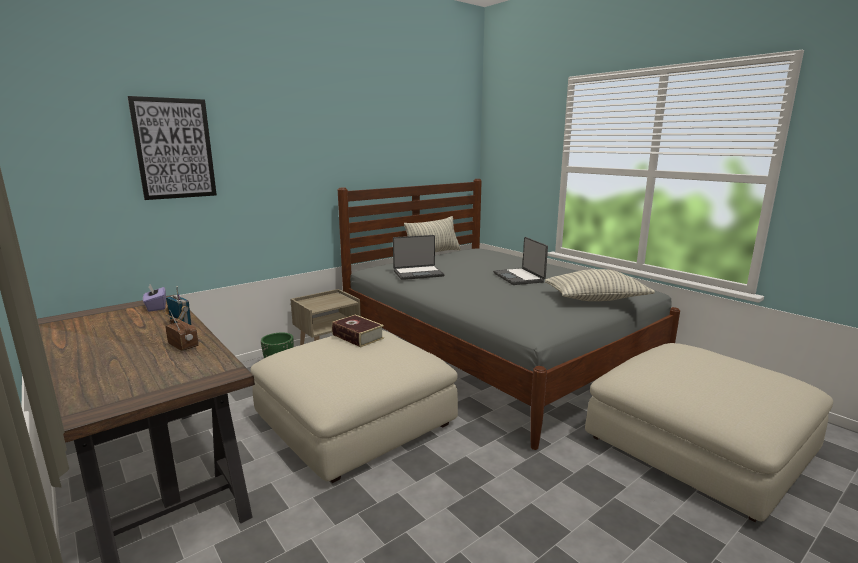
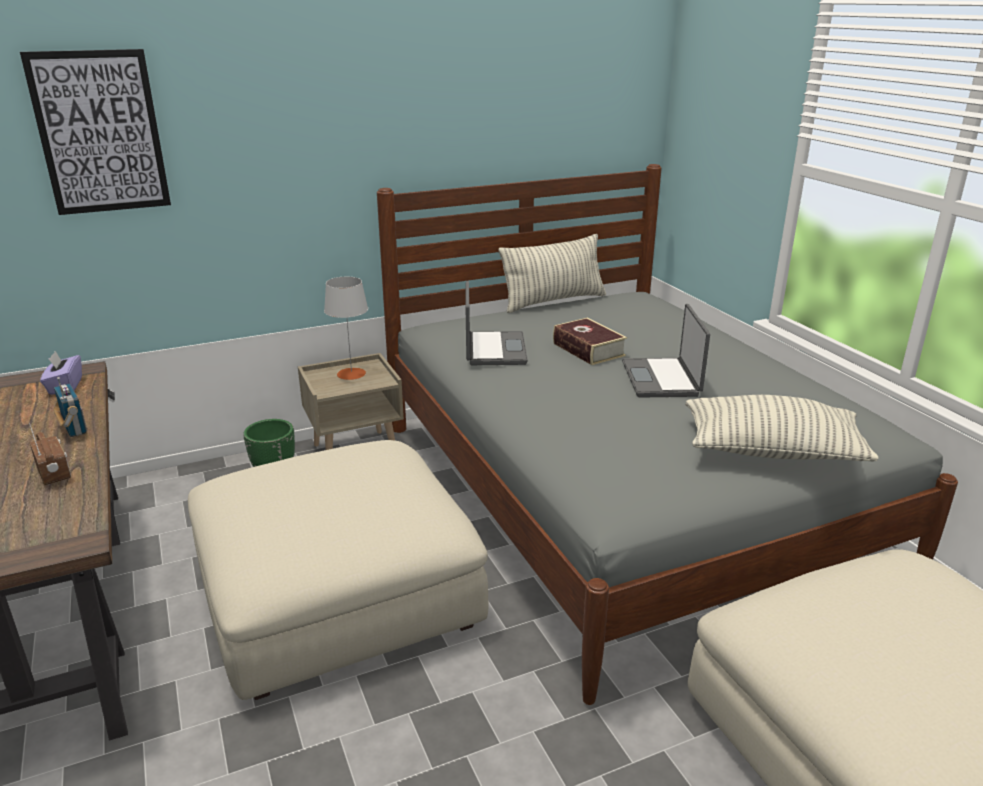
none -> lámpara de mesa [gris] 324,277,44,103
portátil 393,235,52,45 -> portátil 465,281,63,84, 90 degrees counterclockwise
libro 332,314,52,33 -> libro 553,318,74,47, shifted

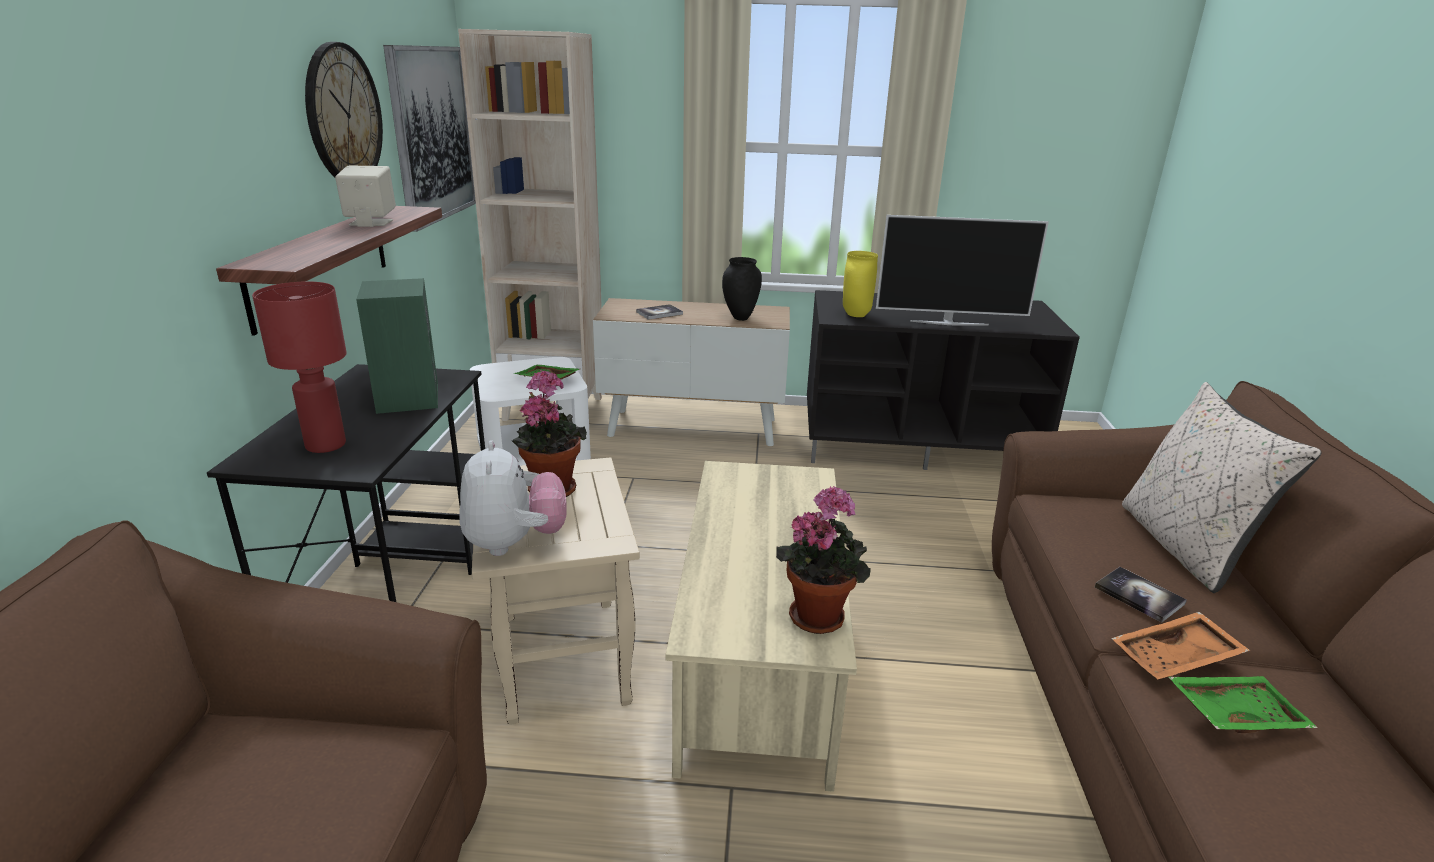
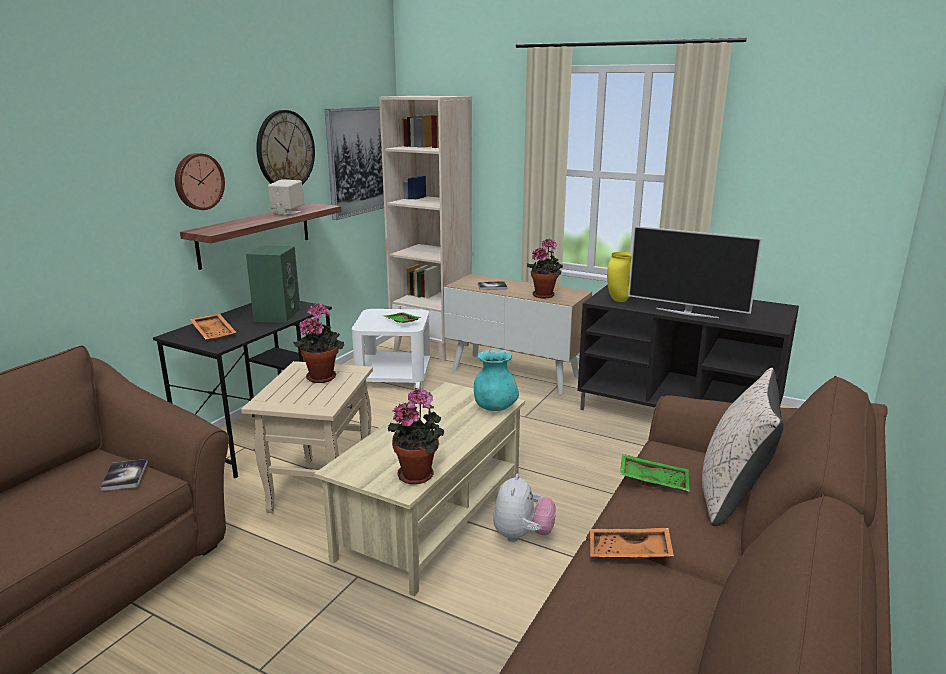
libro 1095,567,92,56 -> libro 100,459,48,32, shifted
none -> reloj de pared 175,153,50,57
lámpara de mesa [rojo] 252,281,95,172 -> bandeja [naranja] 190,313,46,28
none -> florero [turquesa] 474,349,45,62
peluche 459,440,108,116 -> peluche 493,474,63,68, shifted
florero [negro] 722,257,40,64 -> planta en maceta 527,238,36,60
bandeja [verde] 1169,676,149,57 -> bandeja [verde] 620,454,70,38, shifted

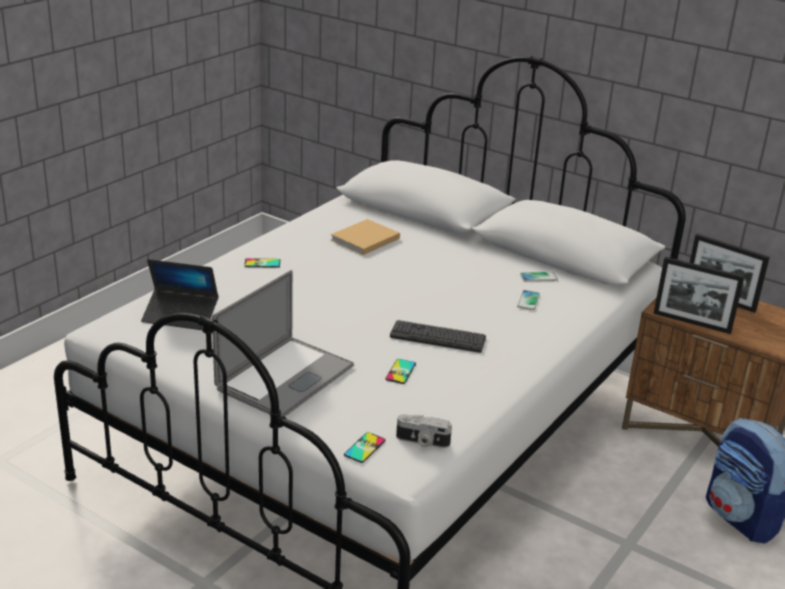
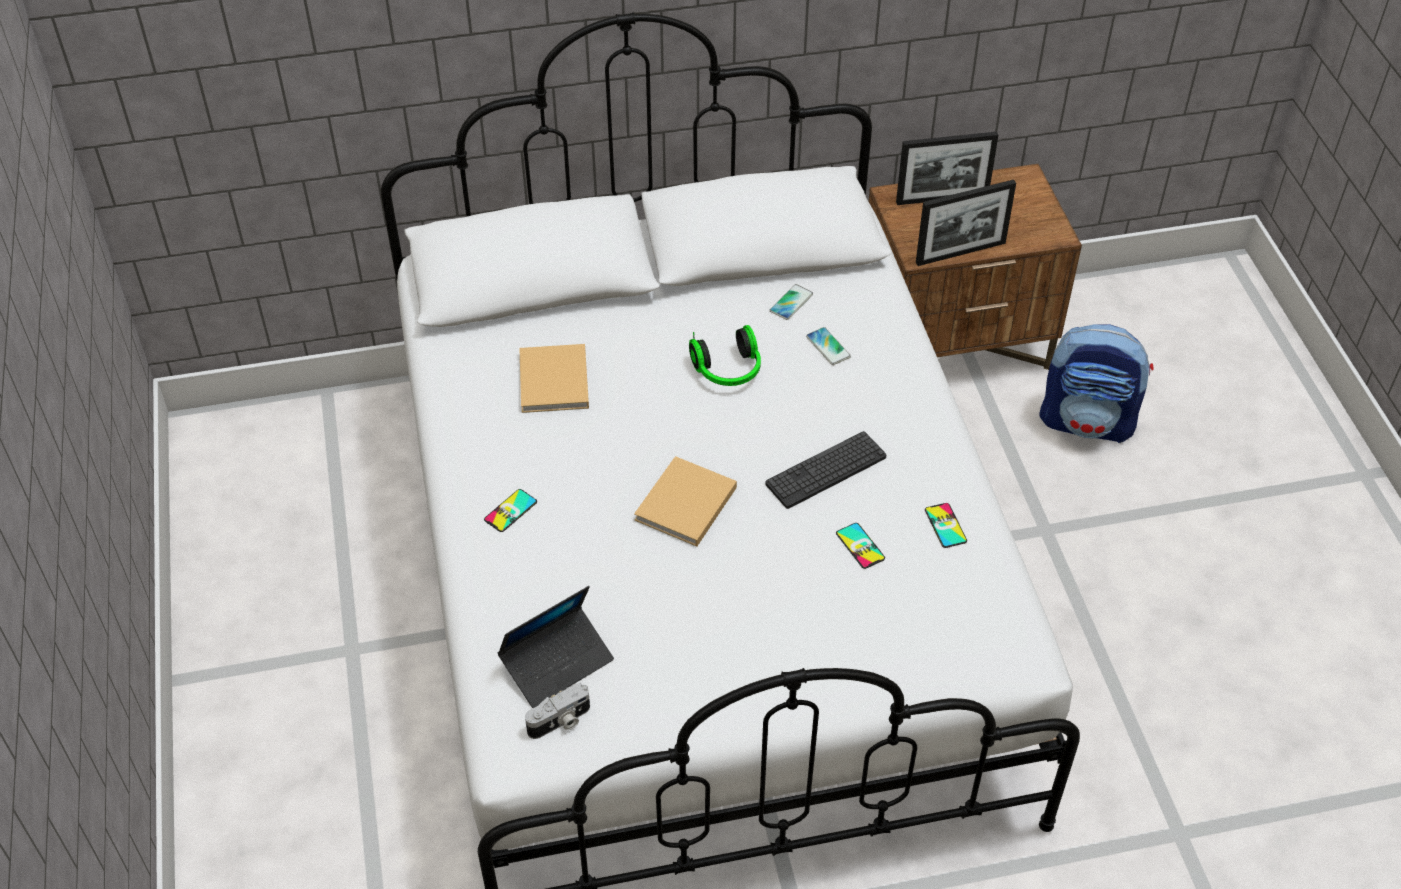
cámara 396,414,56,34 -> cámara 525,683,65,56, shifted
none -> libro [beis] 634,456,103,91
none -> auriculares 689,325,72,61
móvil 344,432,42,31 -> móvil 925,503,42,45, shifted
portátil 212,270,142,146 -> none

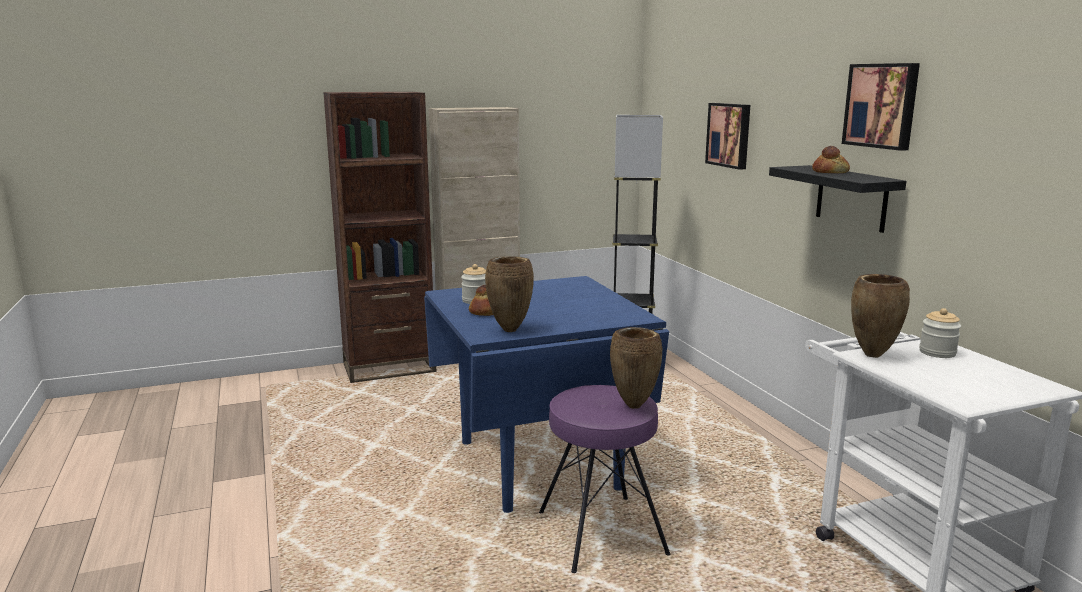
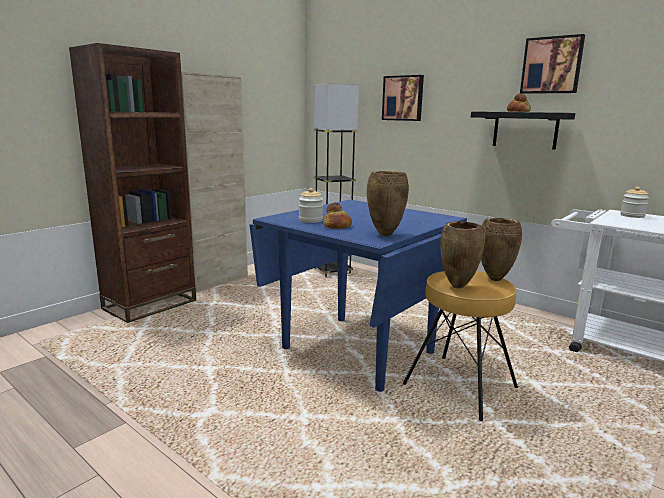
taburete [morado] 539,385,131,188 -> taburete [marrón] 403,271,115,150
florero [marrón] 851,274,59,84 -> florero [marrón] 440,221,45,67, shifted

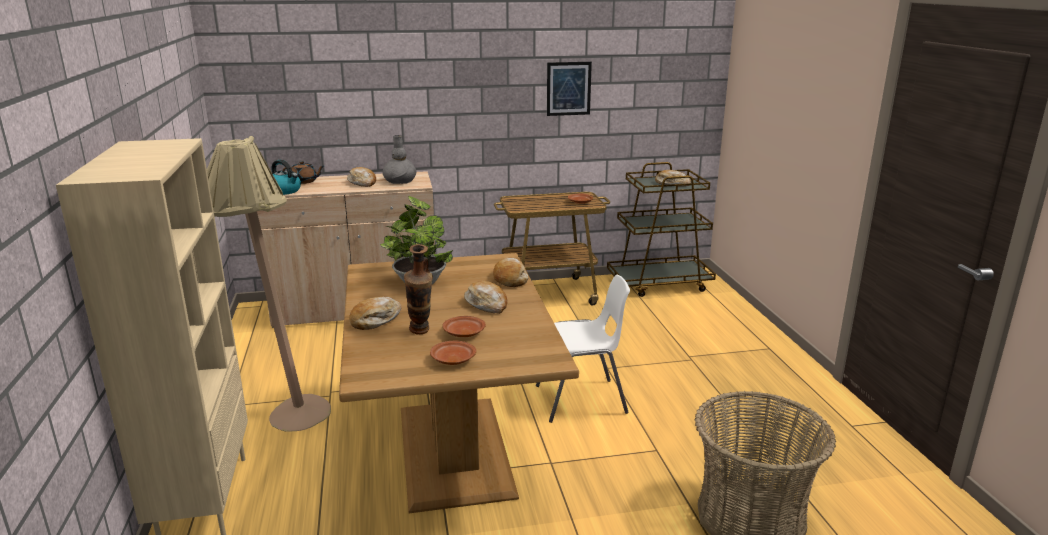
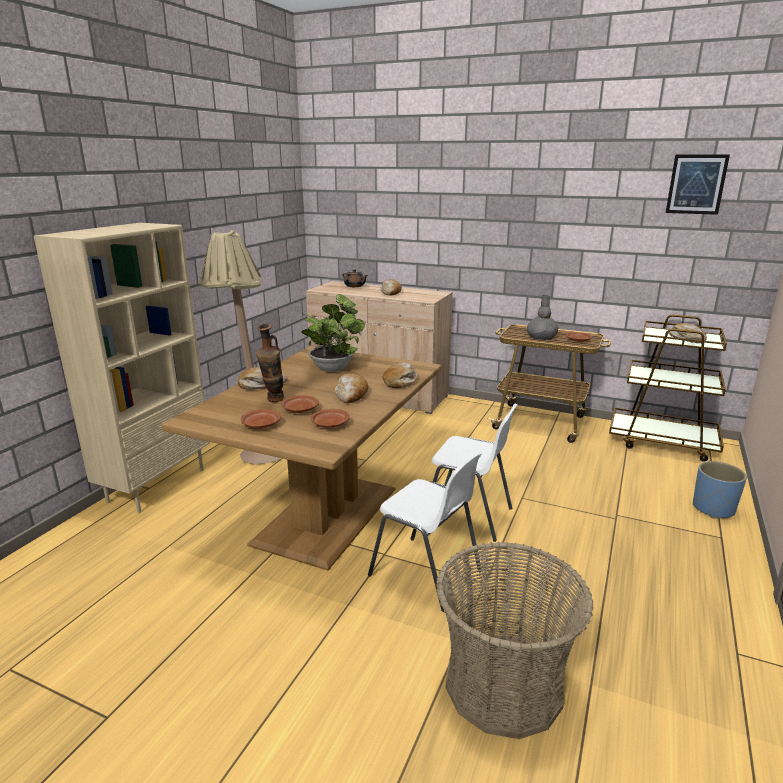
none -> plato [marrón] 311,409,39,19
none -> silla [blanco] 368,452,114,160
florero [gris] 383,135,33,49 -> florero [gris] 527,295,31,45, shifted
cuadro 547,62,45,54 -> cuadro 666,154,64,61, shifted
none -> maceta [azul] 693,461,54,57
hervidor 272,160,29,35 -> none

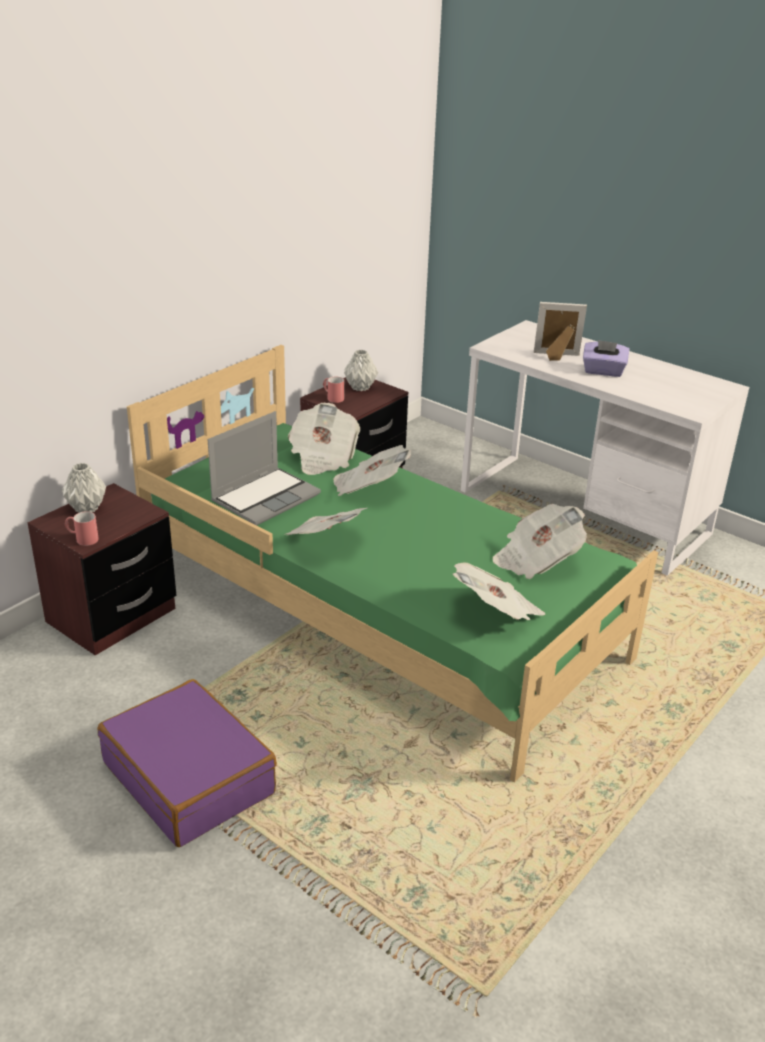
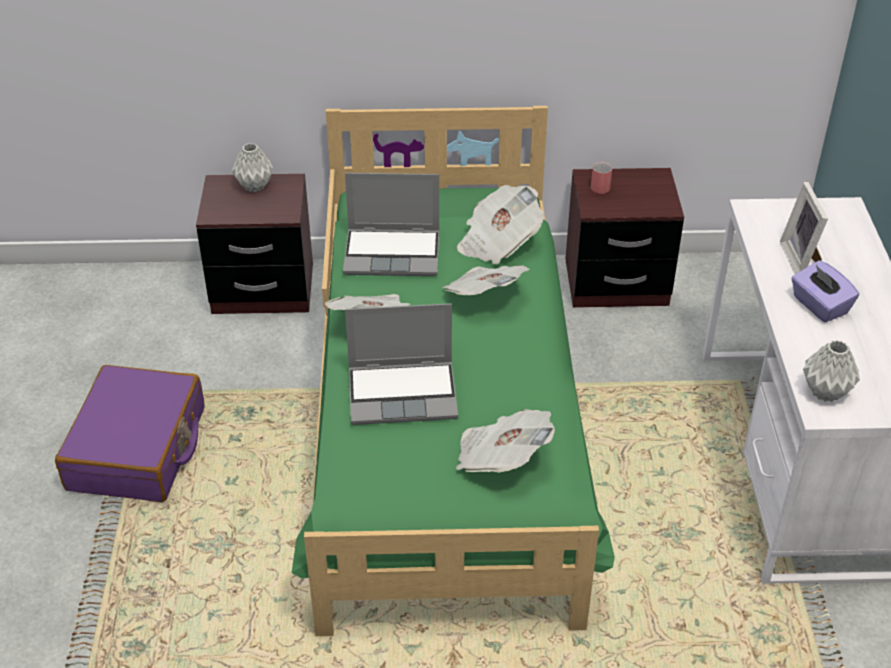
none -> portátil 345,303,113,122
portarretratos 534,302,53,59 -> portarretratos 780,182,48,92, 150 degrees counterclockwise
florero [gris] 344,350,34,41 -> florero [gris] 803,340,57,62, shifted
taza grande [rojo] 65,511,34,35 -> none
periódico 453,562,92,58 -> none

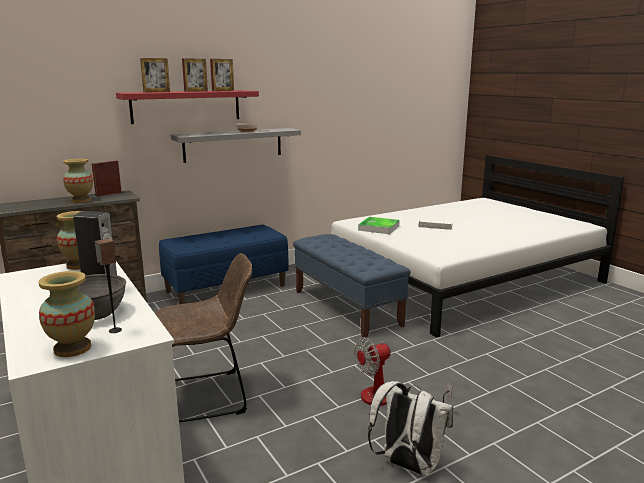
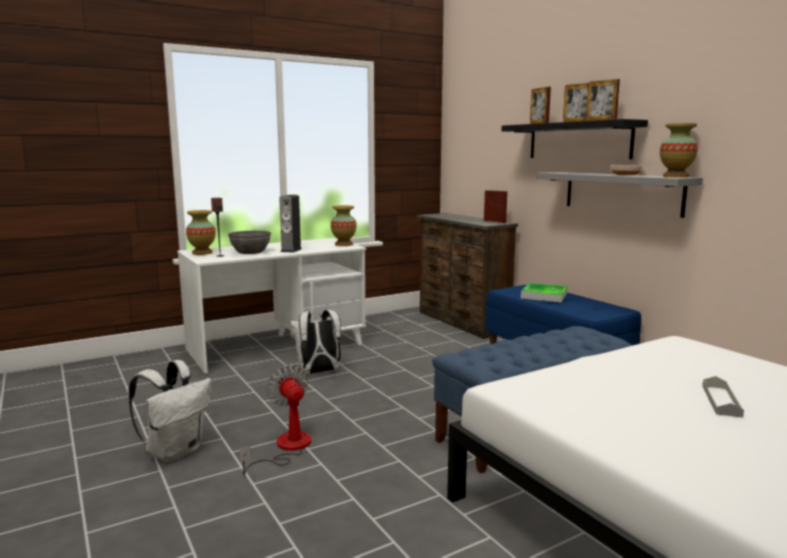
silla [marrón] 155,253,97,169 -> mochila [blanco] 289,310,52,64
estante [rojo] 116,90,143,34 -> estante [negro] 501,119,147,40
bandeja 358,217,42,17 -> bandeja 521,283,47,20, shifted
florero 63,159,30,44 -> florero 660,123,38,54, shifted

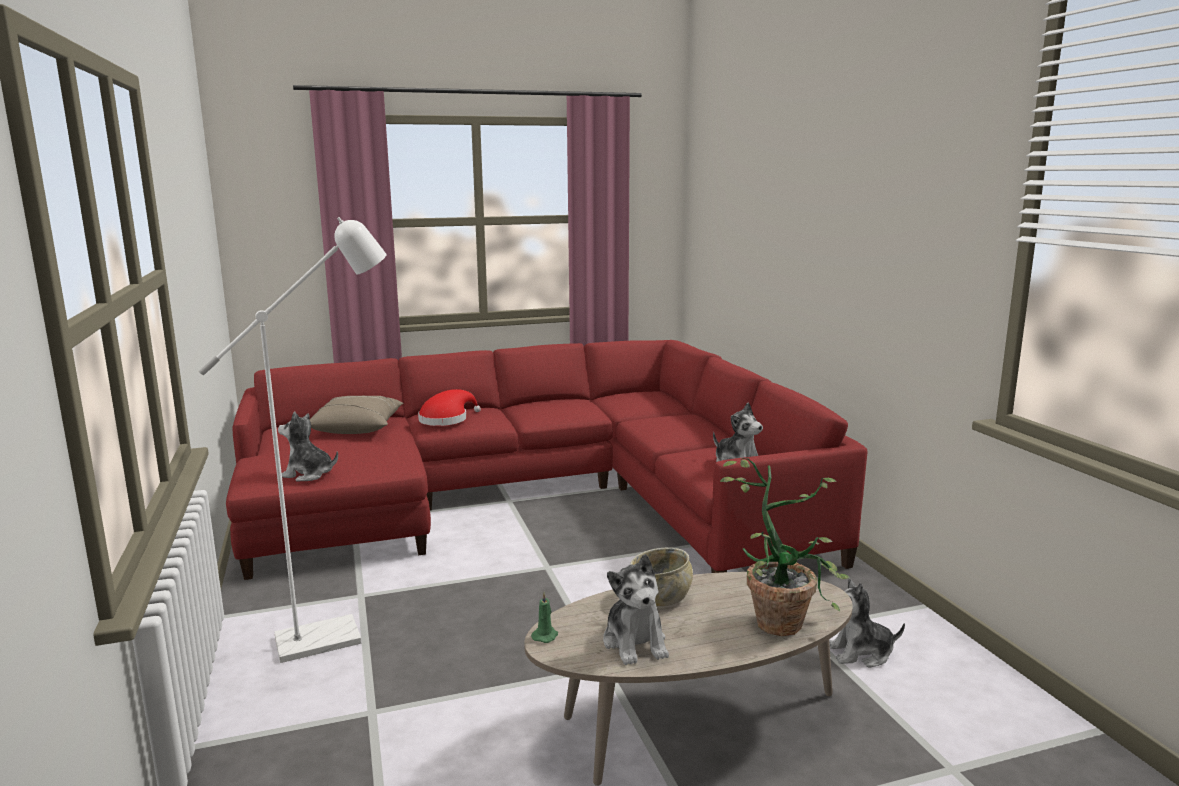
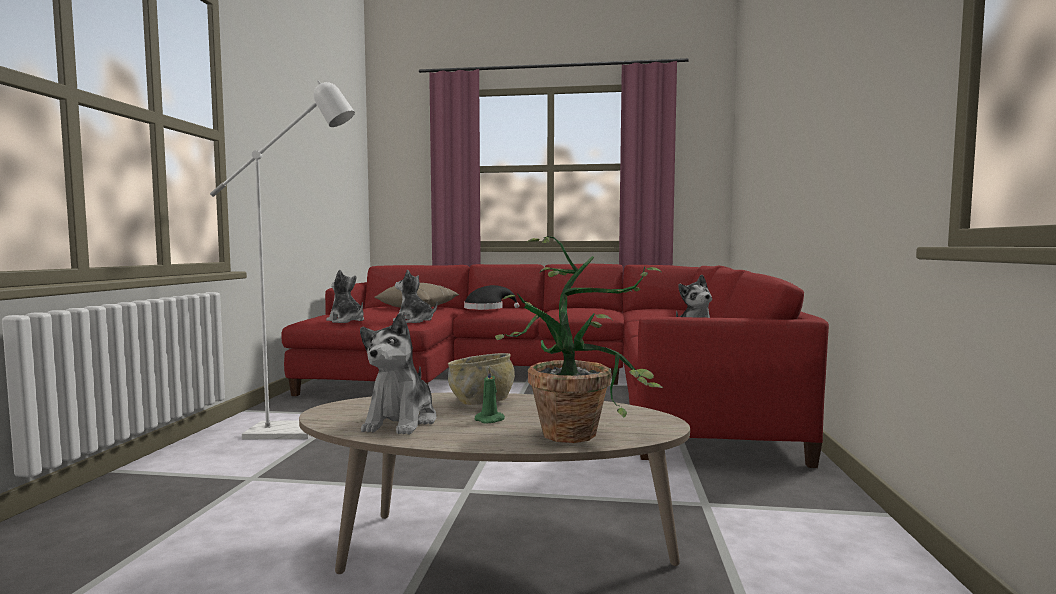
peluche 829,579,76,89 -> peluche 393,269,45,54, shifted
sombrero [rojo] 418,389,63,37 -> sombrero [negro] 464,285,56,25
vela [verde] 531,592,27,51 -> vela [verde] 475,366,30,58, shifted

